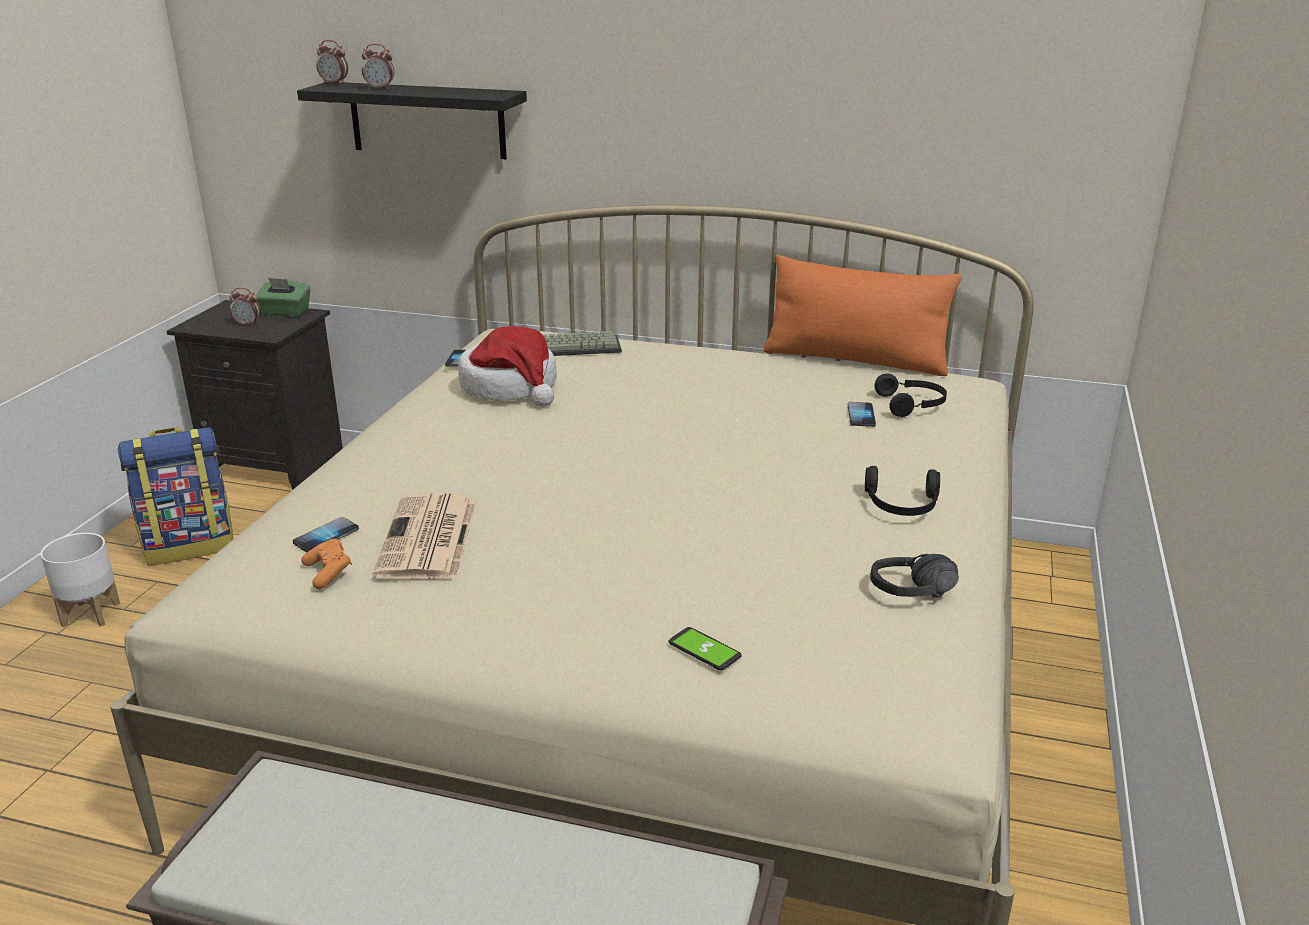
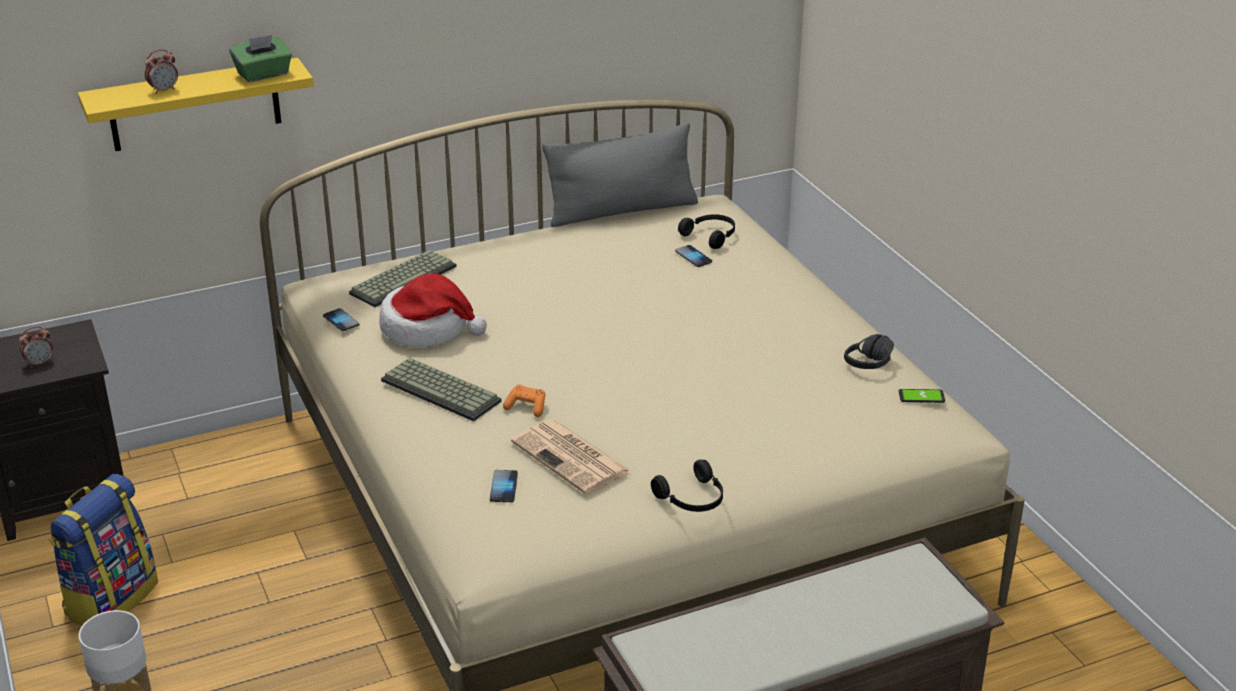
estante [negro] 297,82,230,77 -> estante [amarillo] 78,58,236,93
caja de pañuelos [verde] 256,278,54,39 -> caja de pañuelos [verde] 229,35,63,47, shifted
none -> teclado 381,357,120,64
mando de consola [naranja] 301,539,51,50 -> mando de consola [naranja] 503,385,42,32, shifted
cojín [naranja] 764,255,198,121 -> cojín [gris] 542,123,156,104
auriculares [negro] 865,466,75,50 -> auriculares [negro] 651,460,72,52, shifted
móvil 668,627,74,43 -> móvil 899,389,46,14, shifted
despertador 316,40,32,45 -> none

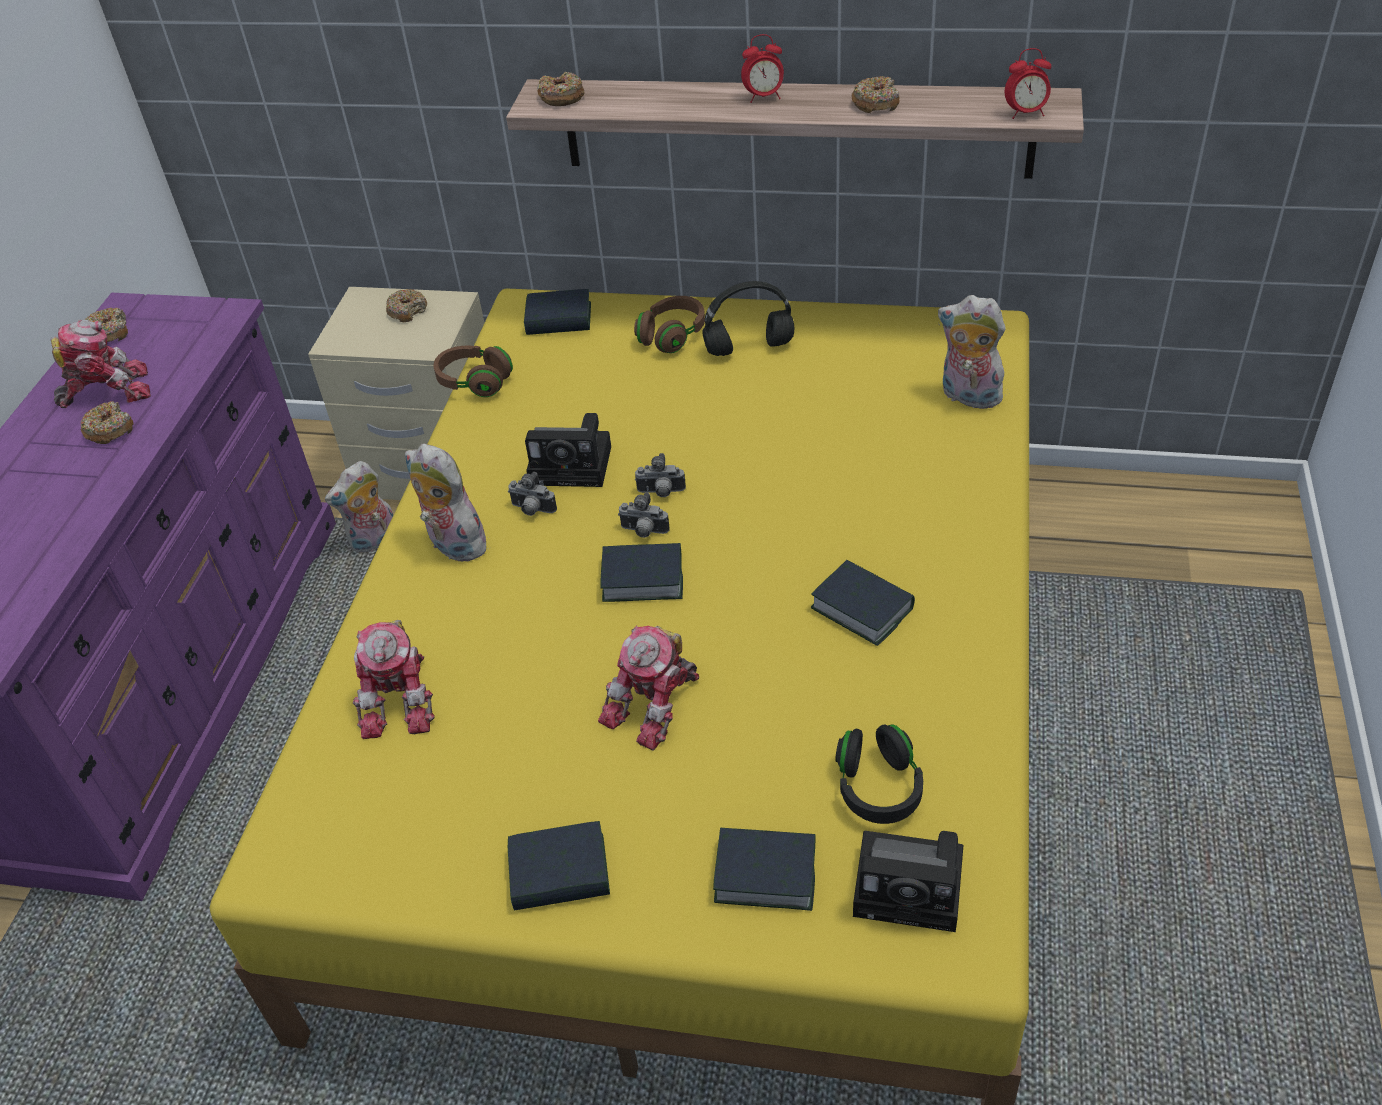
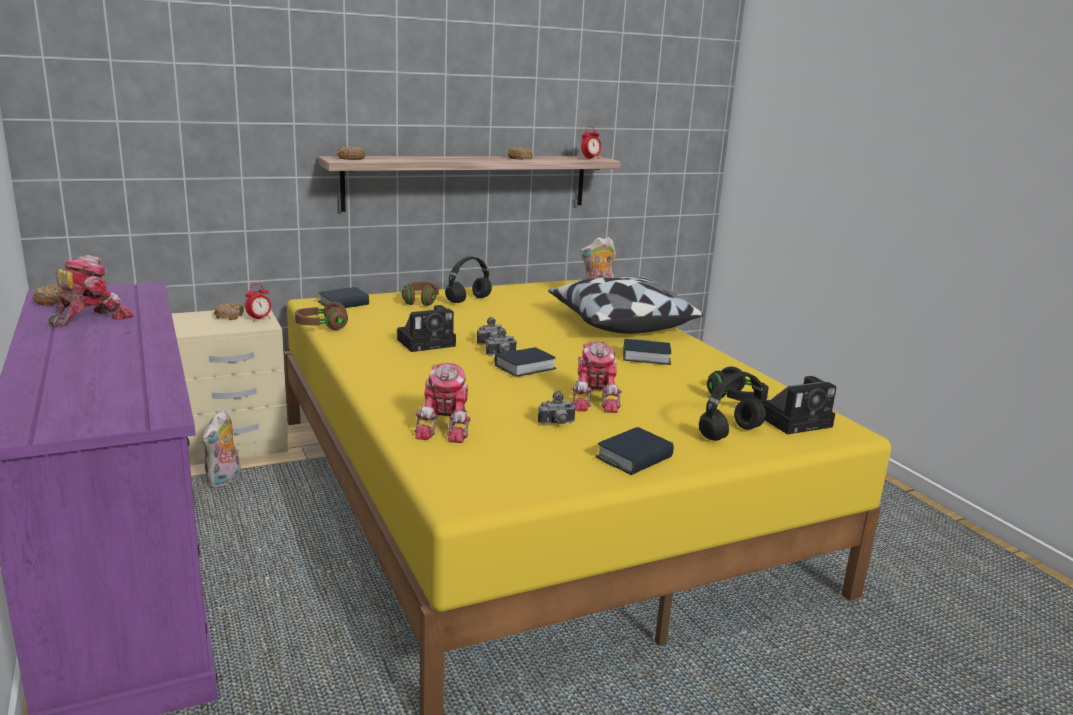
despertador 741,34,43,69 -> despertador 245,284,26,38, shifted
robot de juguete 353,620,82,119 -> robot de juguete 414,363,57,80, 45 degrees clockwise
cámara 508,472,49,44 -> cámara 538,391,38,33, shifted
none -> cojín 548,276,155,58
libro 713,828,102,83 -> auriculares [negro] 699,372,67,69
rosquilla 81,401,53,43 -> none
peluche 405,444,89,117 -> none

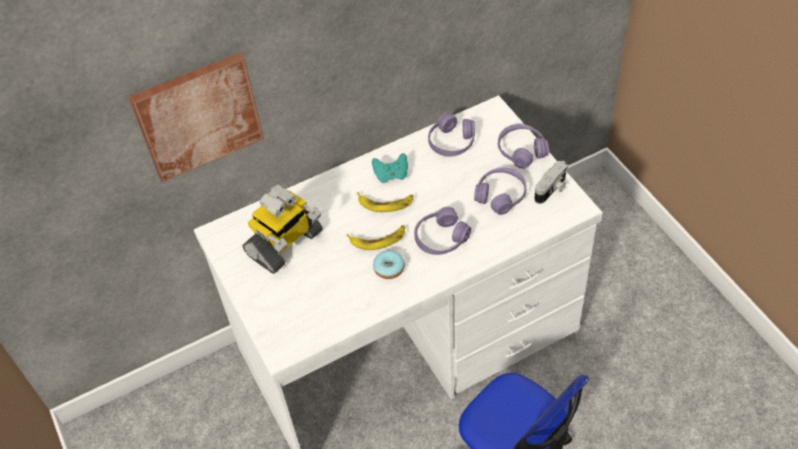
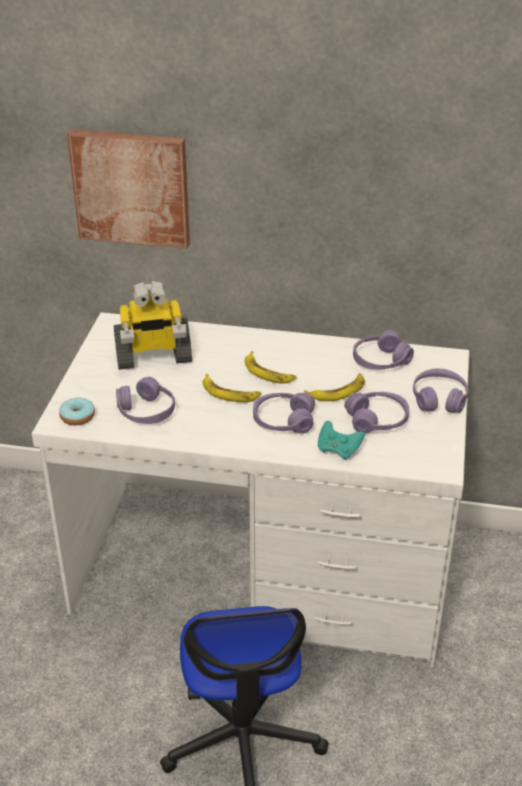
rosquilla 373,250,32,29 -> rosquilla 59,397,36,28, shifted
none -> auriculares [morado] 116,377,59,47
none -> plátano 304,373,61,28
mando de consola [turquesa] 372,153,36,30 -> mando de consola [turquesa] 318,421,47,39, shifted
cámara 534,161,34,43 -> none

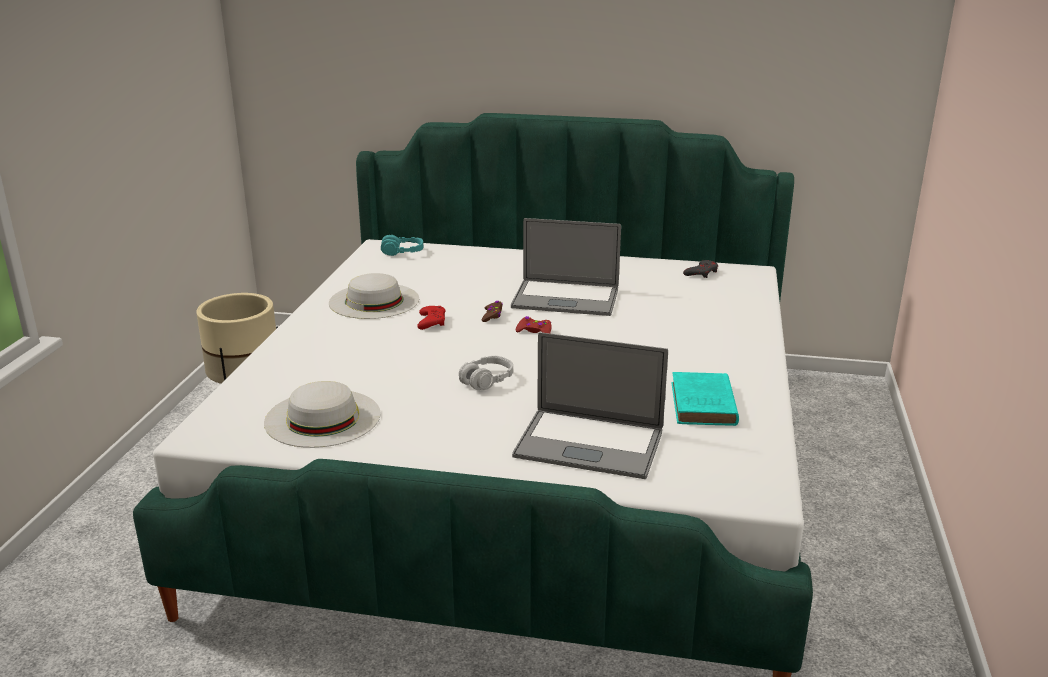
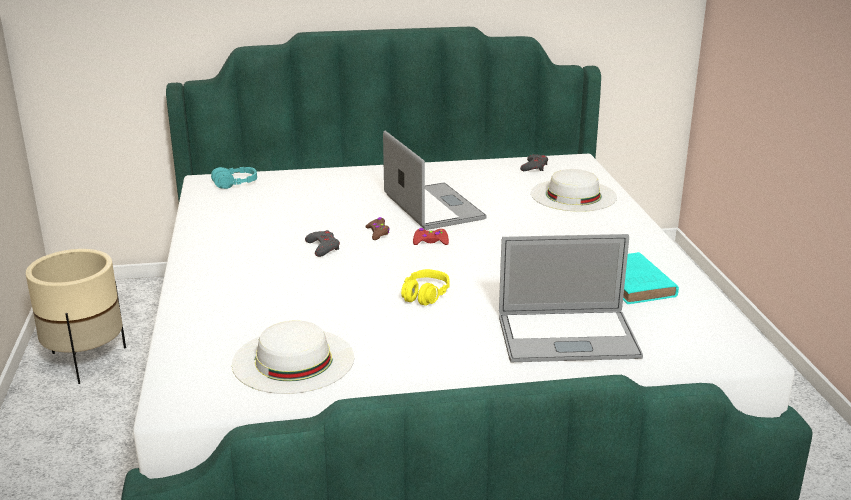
mando de consola [rojo] 417,306,28,24 -> mando de consola [gris] 305,230,35,27
portátil 511,218,110,98 -> portátil 383,131,104,99, 105 degrees counterclockwise
auriculares [gris] 459,356,54,34 -> auriculares [amarillo] 401,269,48,37
sombrero [blanco] 329,273,90,46 -> sombrero [blanco] 531,169,86,43, shifted

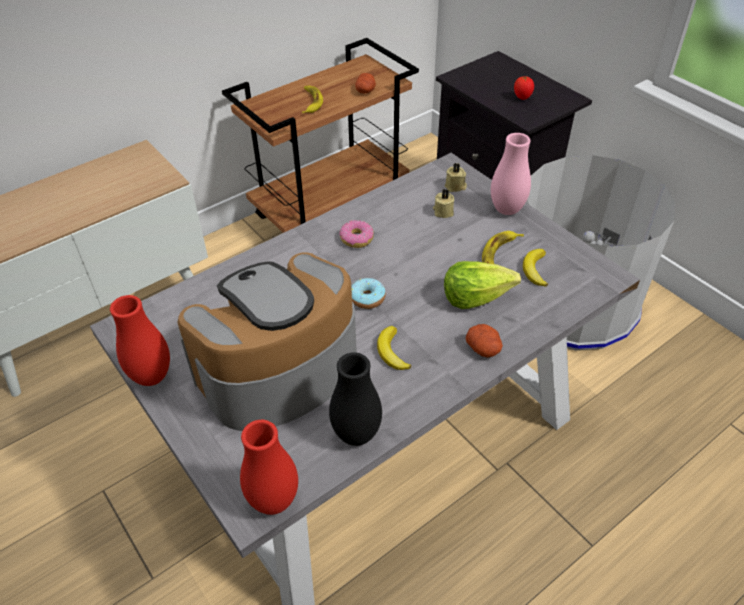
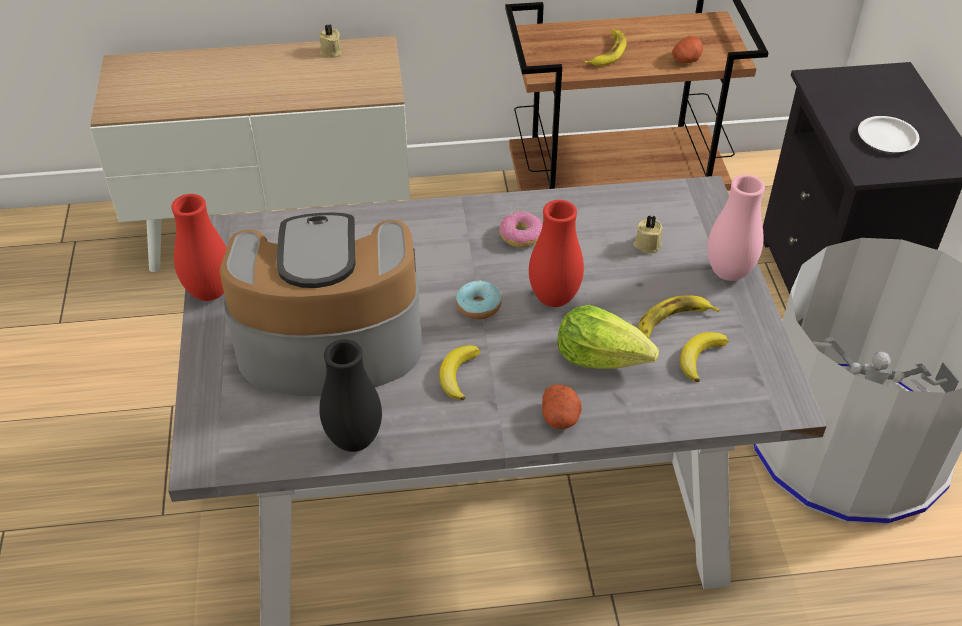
vela [beis] 445,163,22,29 -> vela [beis] 319,24,23,34, shifted
florero [rojo] 240,420,58,95 -> florero [rojo] 529,200,55,107, shifted
tomate 514,76,20,24 -> plato [blanco] 858,116,61,36

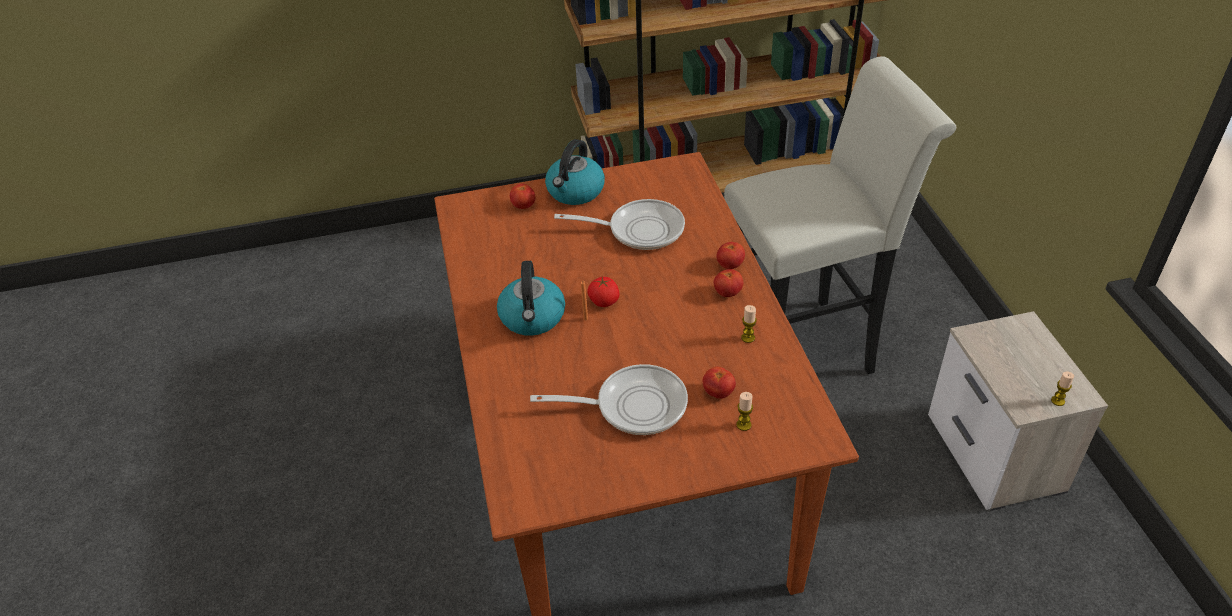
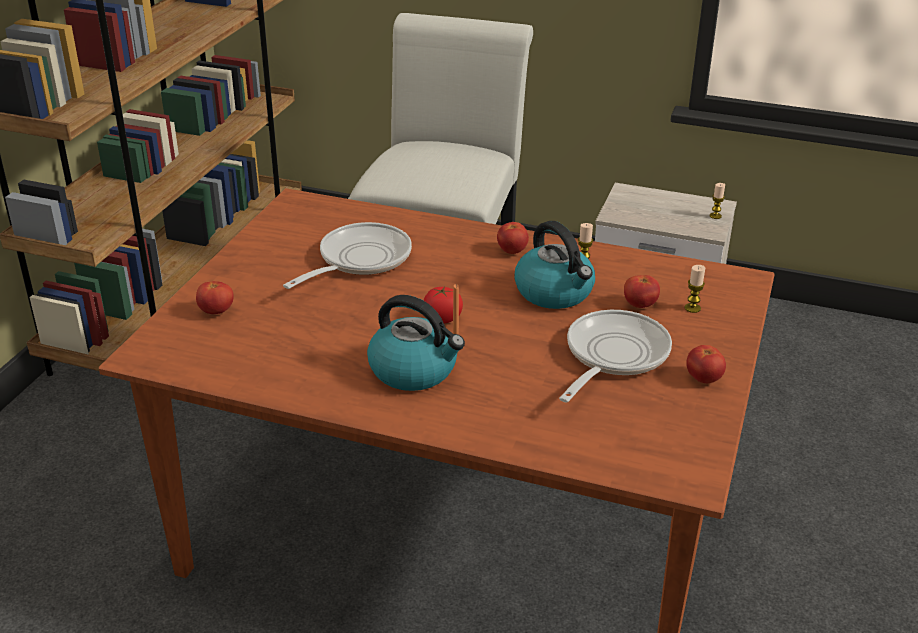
hervidor 545,139,60,66 -> hervidor 514,221,81,88, shifted
tomate 716,242,29,27 -> tomate 686,345,40,38, shifted

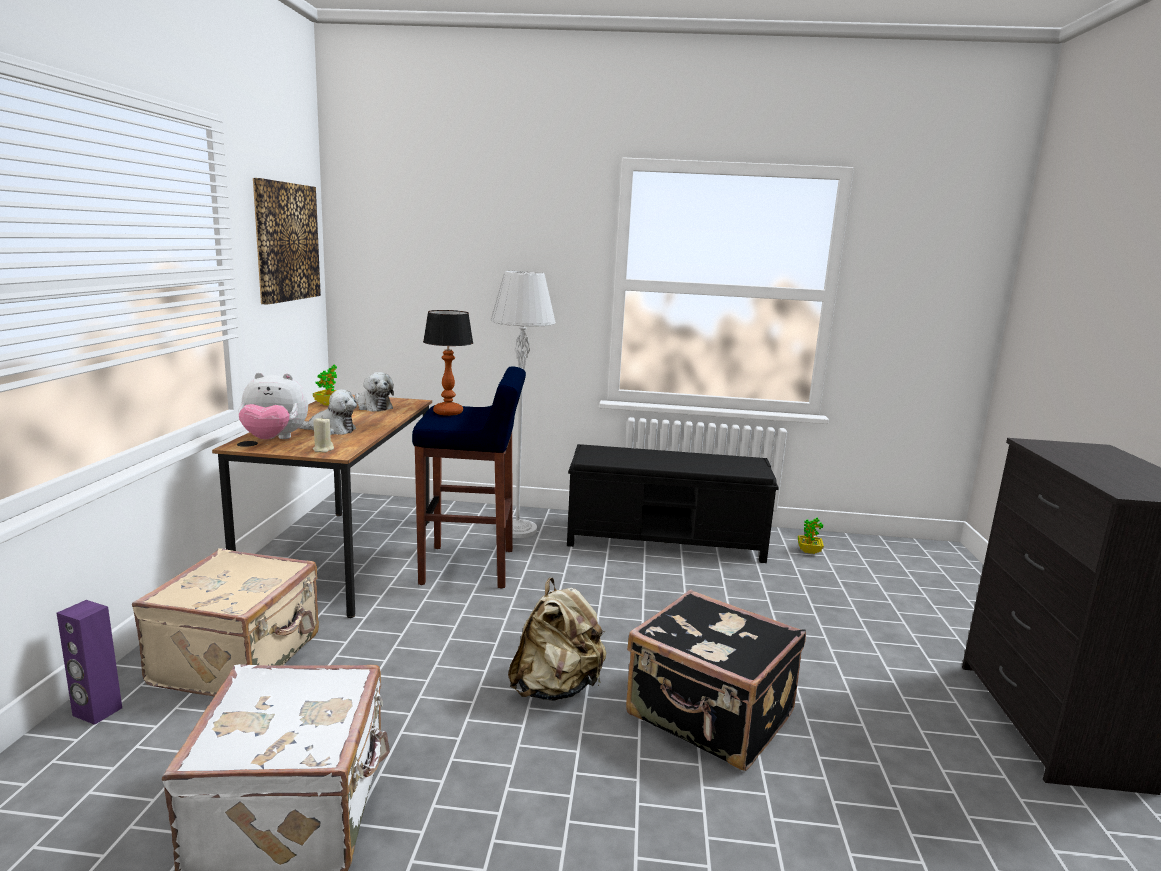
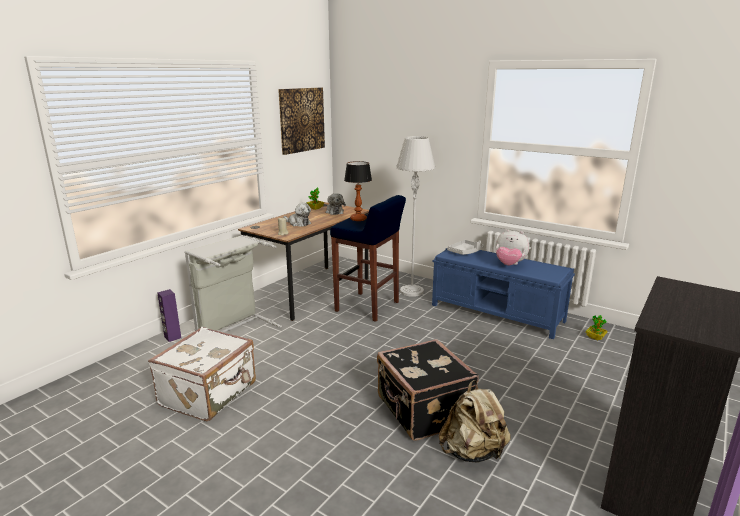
maleta [beis] 132,549,187,147 -> cesto de la ropa [gris] 185,235,97,98
banco [negro] 567,444,212,119 -> banco [azul] 432,248,143,91
mochila [beis] 508,578,98,123 -> mochila [beis] 439,380,71,83, shifted
none -> bandeja [gris] 447,240,37,15
peluche 238,372,70,67 -> peluche 495,229,34,36, shifted

